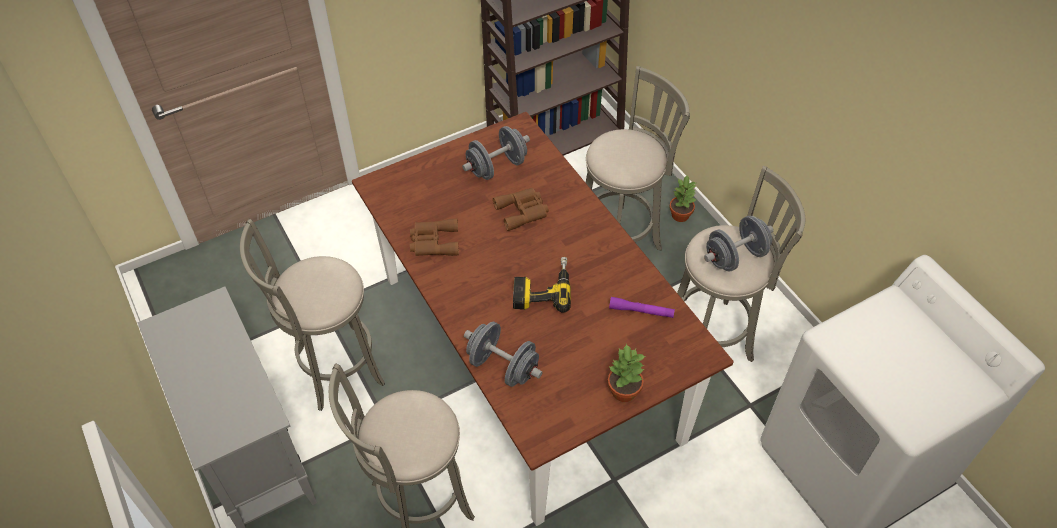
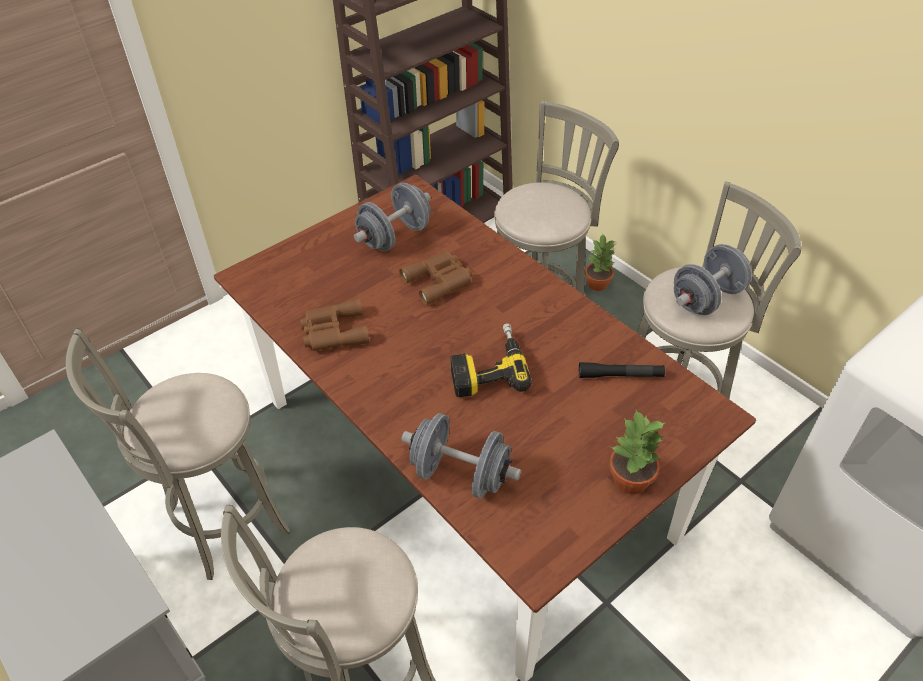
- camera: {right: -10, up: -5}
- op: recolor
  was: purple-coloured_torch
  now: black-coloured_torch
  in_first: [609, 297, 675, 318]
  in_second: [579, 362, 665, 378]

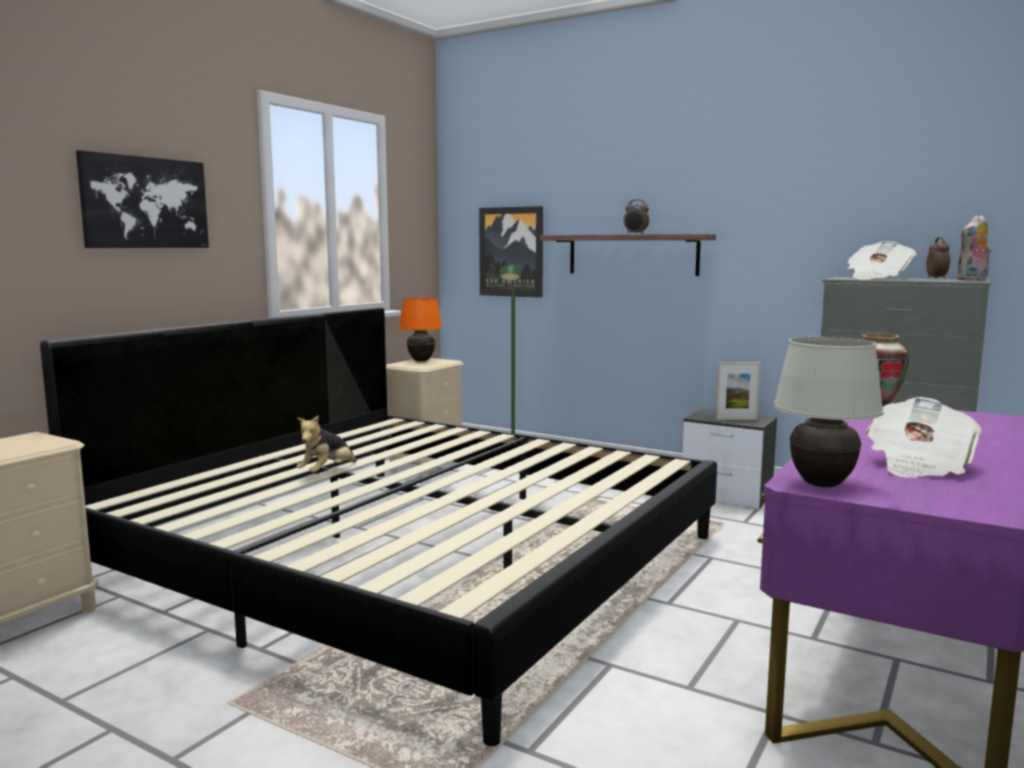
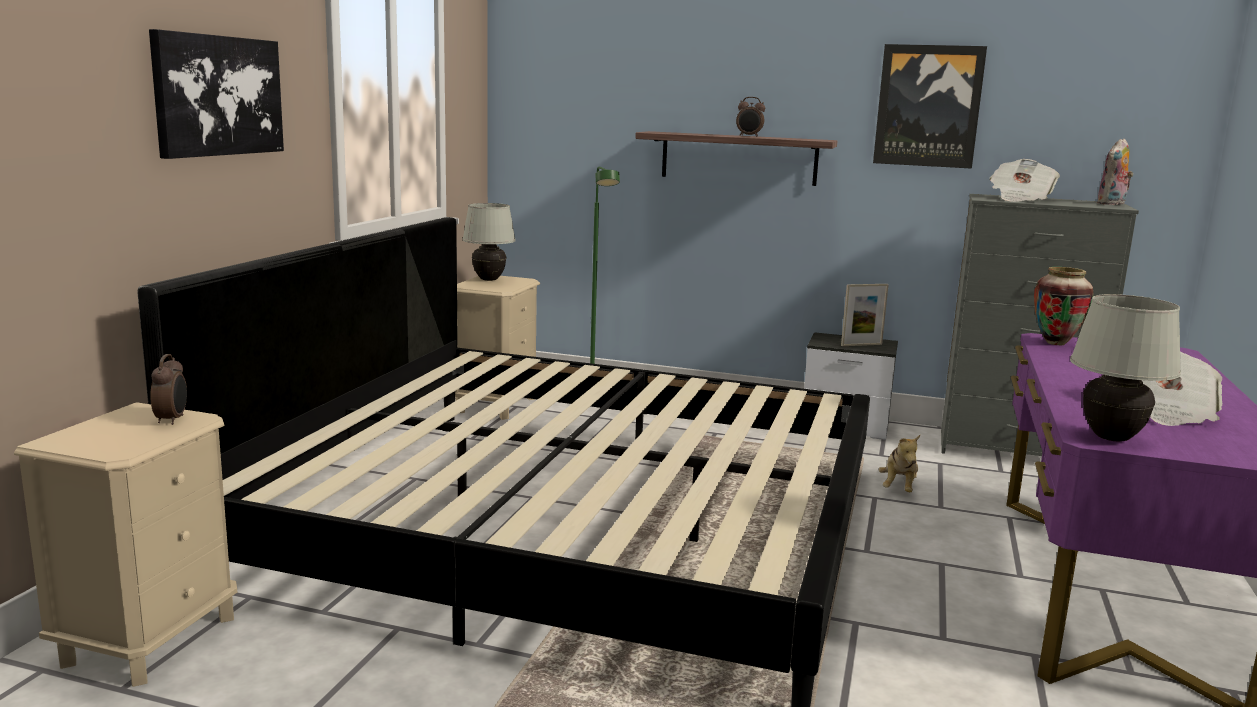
- camera: {right: -15, up: 5}
- op: move
  was: table_clock
  in_first: [926, 237, 950, 279]
  in_second: [150, 354, 187, 425]
- op: recolor
  was: orangey_lamp_for_a_table
  now: whitish_lamp_for_a_table
  in_first: [399, 298, 443, 361]
  in_second: [462, 203, 516, 281]
- op: move
  was: picture
  in_first: [479, 206, 543, 298]
  in_second: [873, 44, 987, 169]
- op: move
  was: cuddly_toy
  in_first: [296, 415, 356, 473]
  in_second: [879, 435, 920, 492]

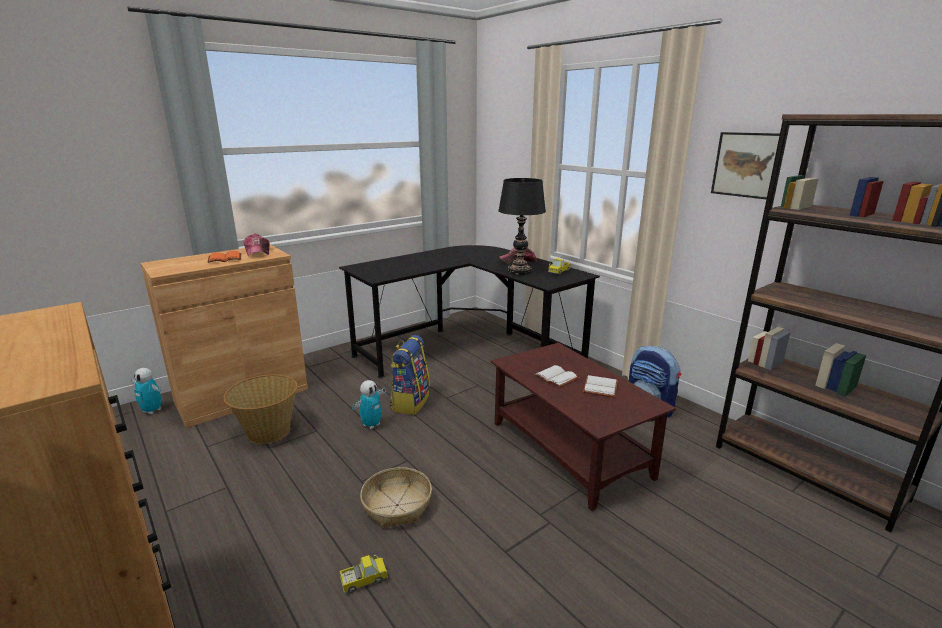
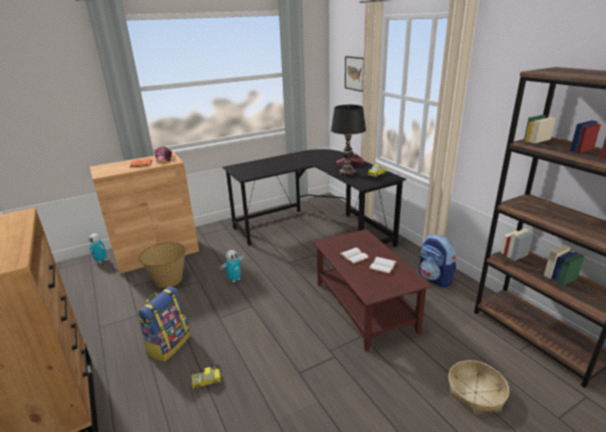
- camera: {right: 10, up: 5}
- op: move
  was: backpack
  in_first: [390, 335, 430, 415]
  in_second: [138, 286, 190, 362]
- op: move
  was: picture
  in_first: [711, 132, 780, 199]
  in_second: [345, 56, 364, 92]
- op: move
  was: household_basket
  in_first: [360, 467, 432, 528]
  in_second: [448, 360, 509, 413]

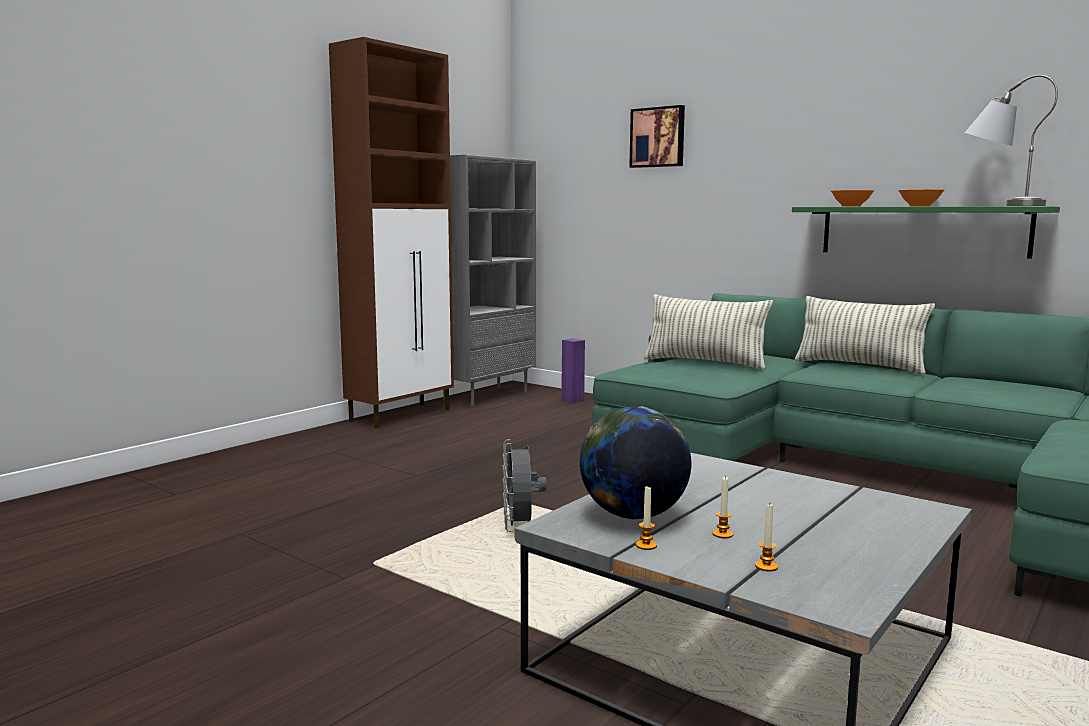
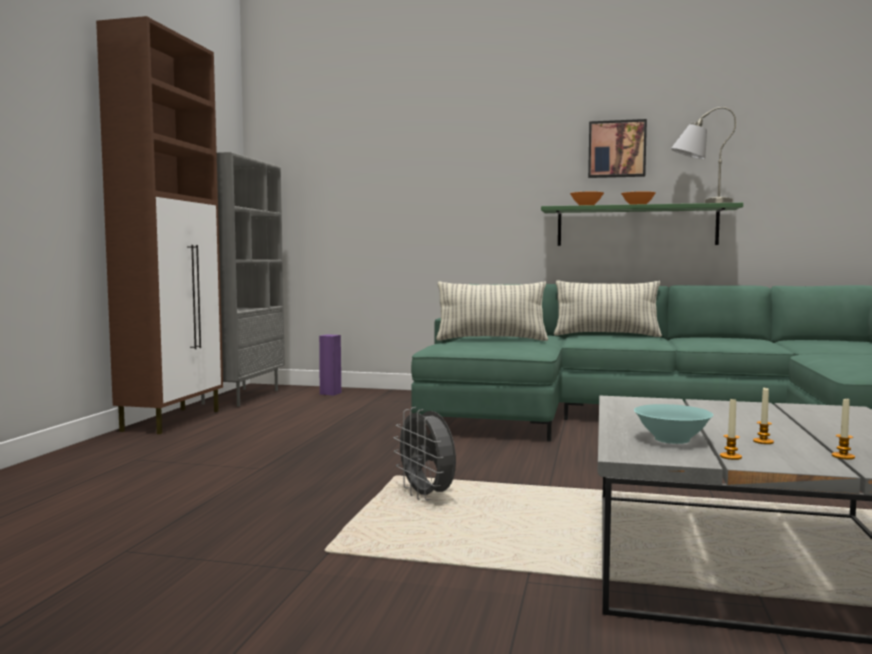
- camera: {right: -25, up: -5}
- op: move
  was: picture
  in_first: [629, 105, 685, 168]
  in_second: [588, 119, 647, 178]
- op: replace
  was: globe
  now: blue-green_serving_bowl
  in_first: [580, 406, 691, 520]
  in_second: [634, 404, 713, 444]

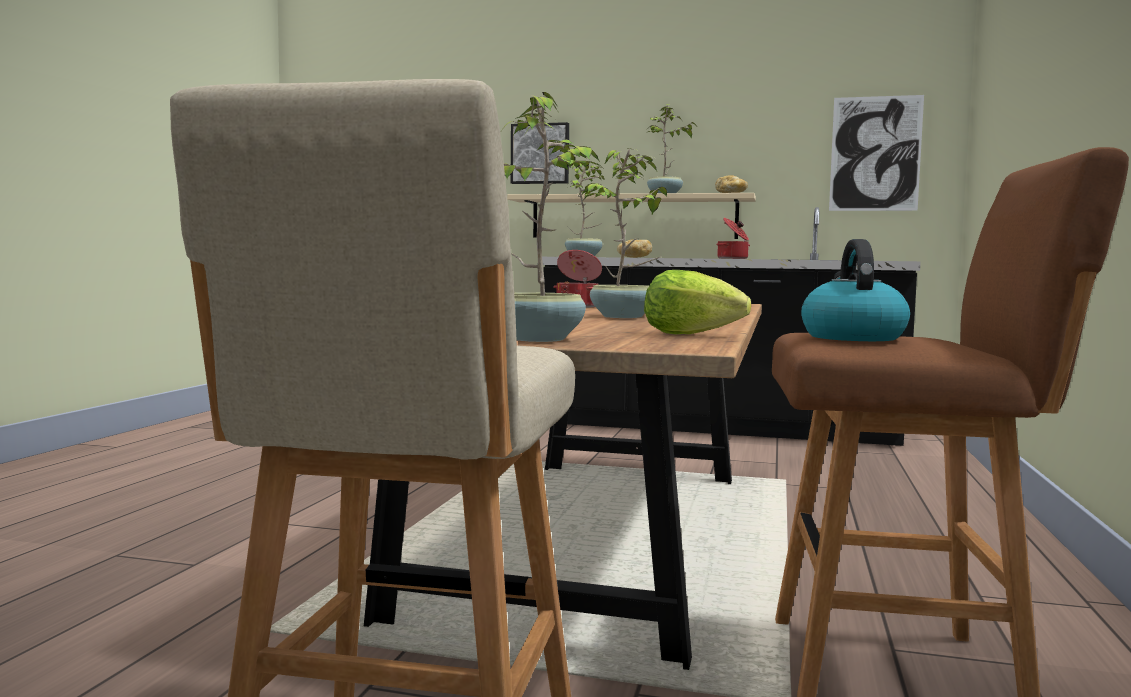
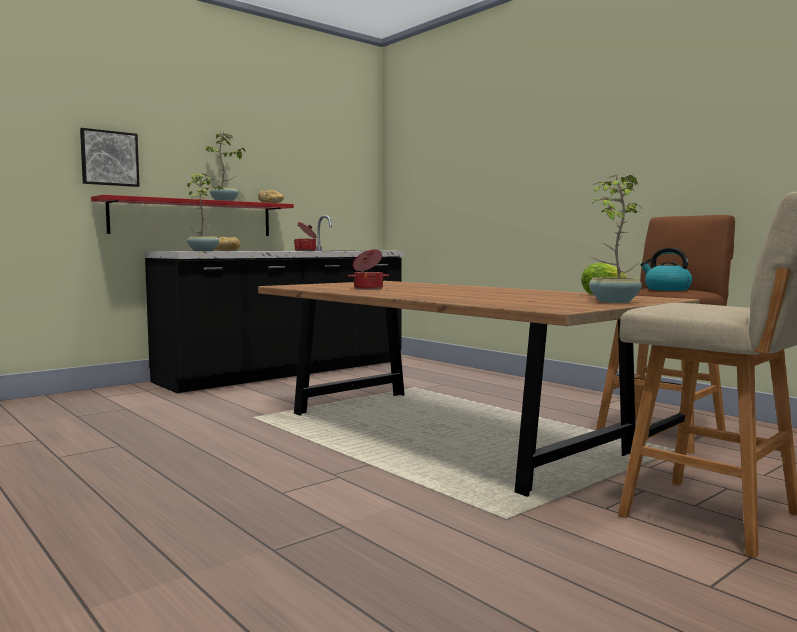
- camera: {right: -55, up: 0}
- op: recolor
  was: sand-coloured_bracket_shelf
  now: red_bracket_shelf
  in_first: [507, 193, 756, 239]
  in_second: [91, 195, 294, 236]
- op: delete
  was: plant_in_a_pot
  in_first: [584, 148, 667, 318]
- op: delete
  was: picture
  in_first: [829, 95, 924, 211]

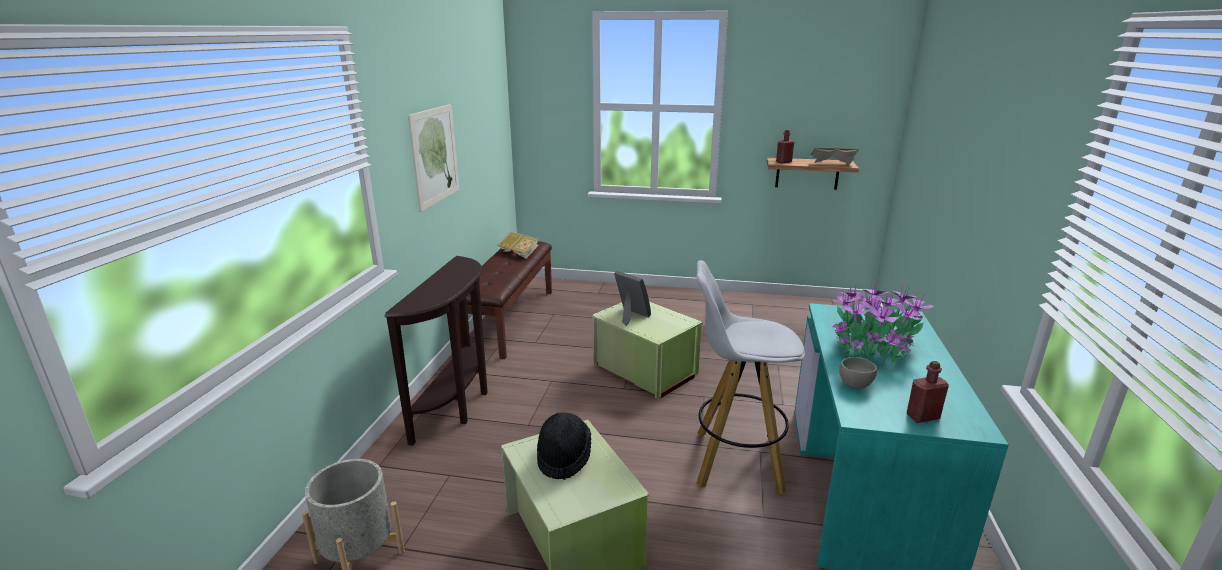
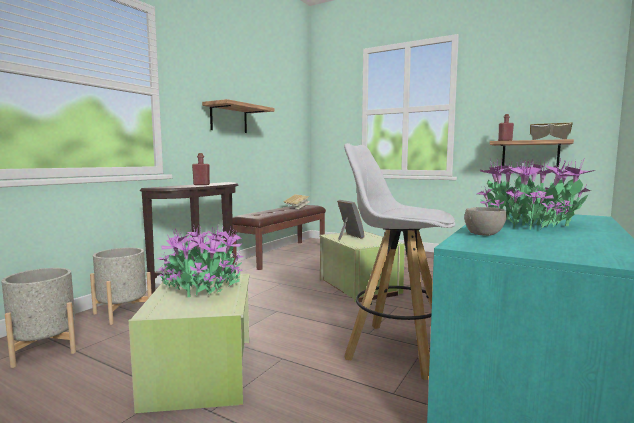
- camera: {right: 20, up: -15}
- op: insert
  now: gray_flower_pot
  in_second: [90, 248, 152, 325]
- op: replace
  was: black-coloured_wearable_hat
  now: plant_in_a_pot
  in_first: [537, 412, 591, 480]
  in_second: [157, 226, 243, 297]
- op: move
  was: red_beverage_bottle
  in_first: [907, 361, 949, 423]
  in_second: [192, 153, 210, 185]
- op: replace
  was: picture
  now: bracket_shelf
  in_first: [408, 104, 460, 212]
  in_second: [202, 99, 275, 133]

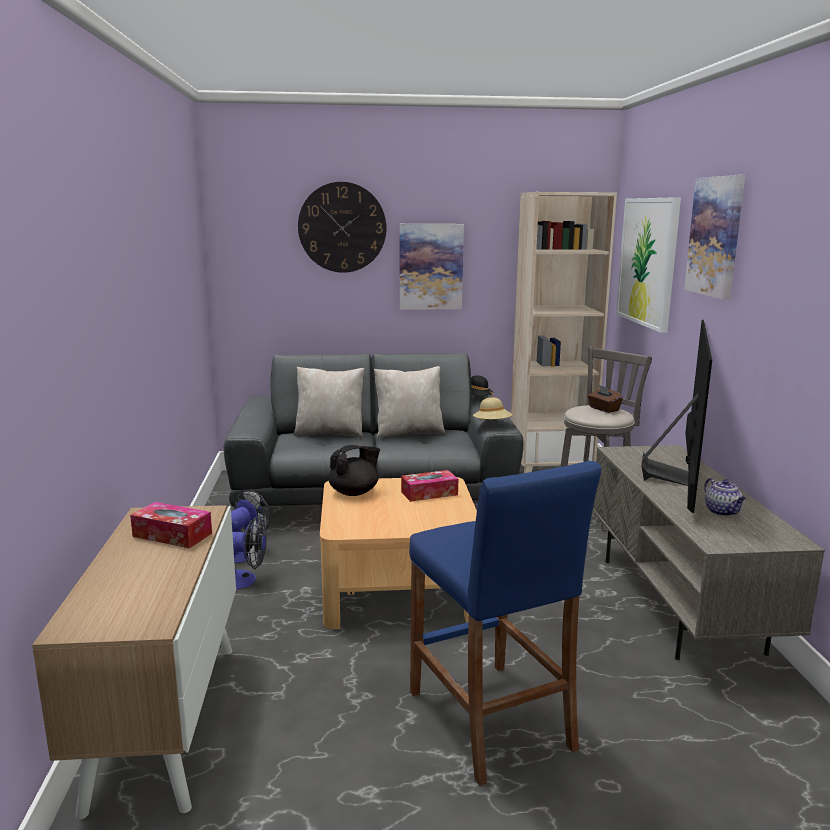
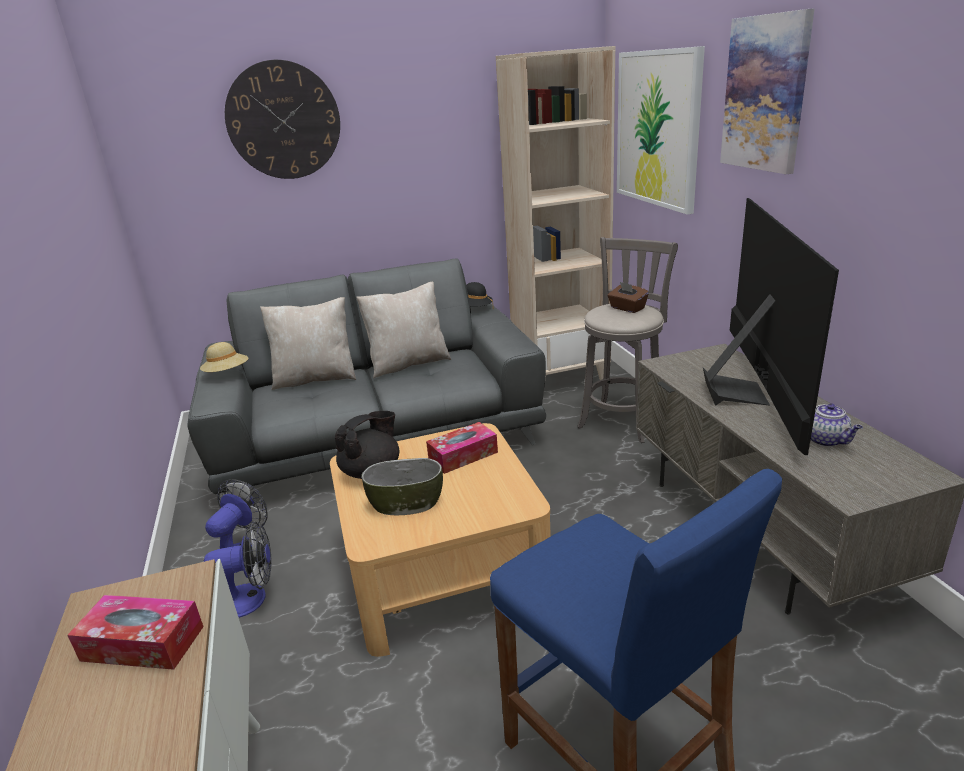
- camera: {right: -10, up: 10}
- op: move
  was: sand-coloured_wearable_hat
  in_first: [473, 397, 513, 420]
  in_second: [200, 342, 248, 372]
- op: insert
  now: serving_bowl
  in_second: [361, 458, 443, 515]
- op: delete
  was: picture
  in_first: [400, 224, 464, 310]

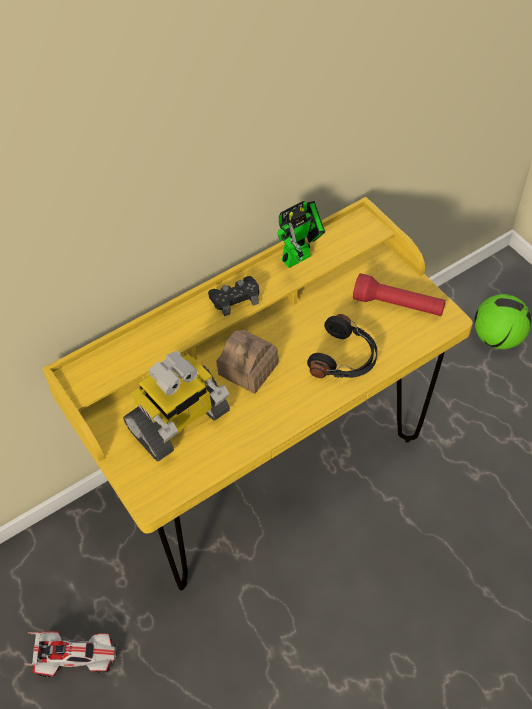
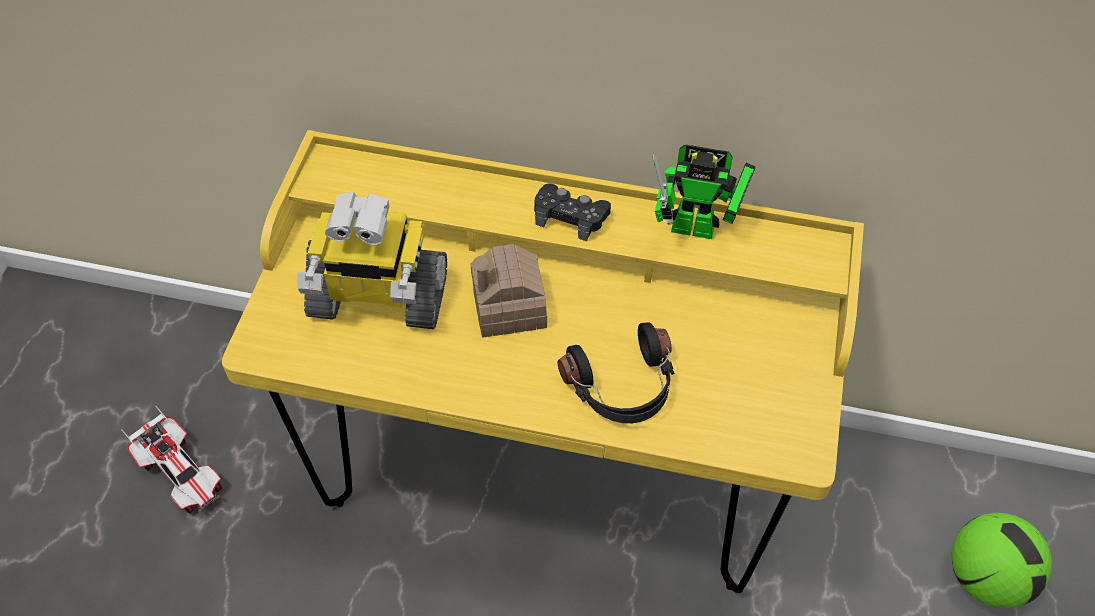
- camera: {right: 45, up: 0}
- op: delete
  was: red_torch
  in_first: [353, 273, 446, 316]

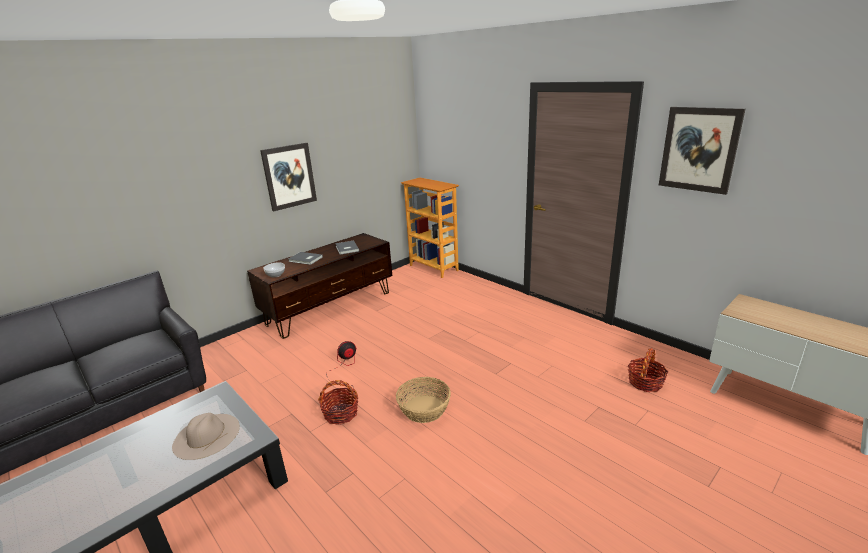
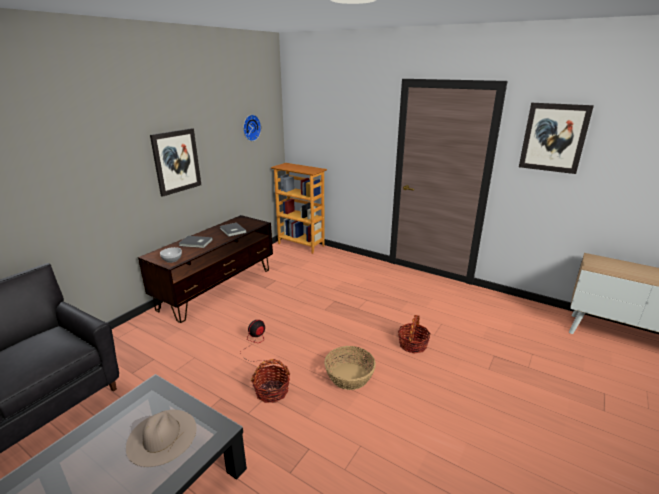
- camera: {right: -15, up: 0}
- op: insert
  now: hanging_clock
  in_second: [243, 115, 261, 141]
- op: move
  was: household_basket
  in_first: [628, 348, 668, 392]
  in_second: [398, 315, 431, 354]

